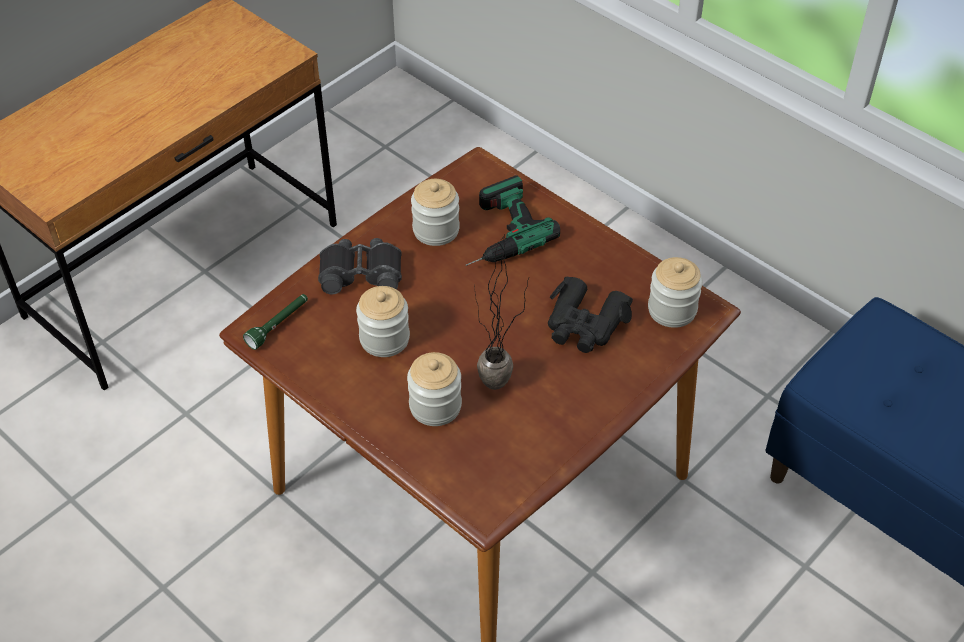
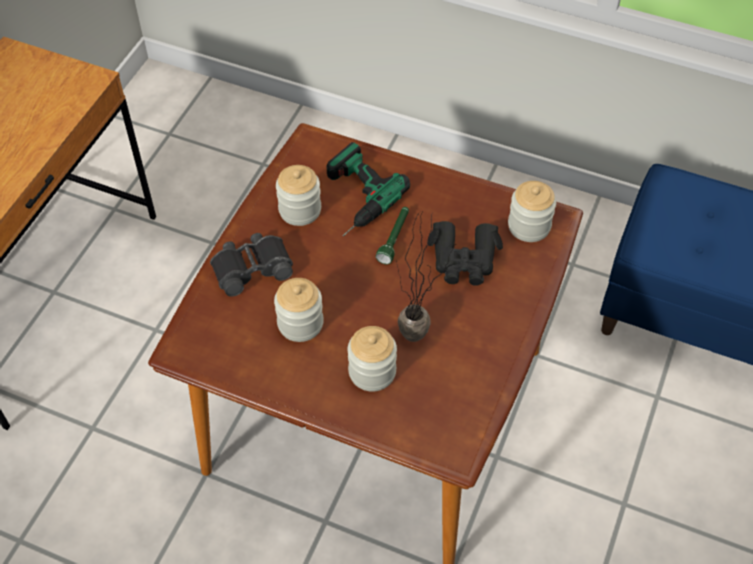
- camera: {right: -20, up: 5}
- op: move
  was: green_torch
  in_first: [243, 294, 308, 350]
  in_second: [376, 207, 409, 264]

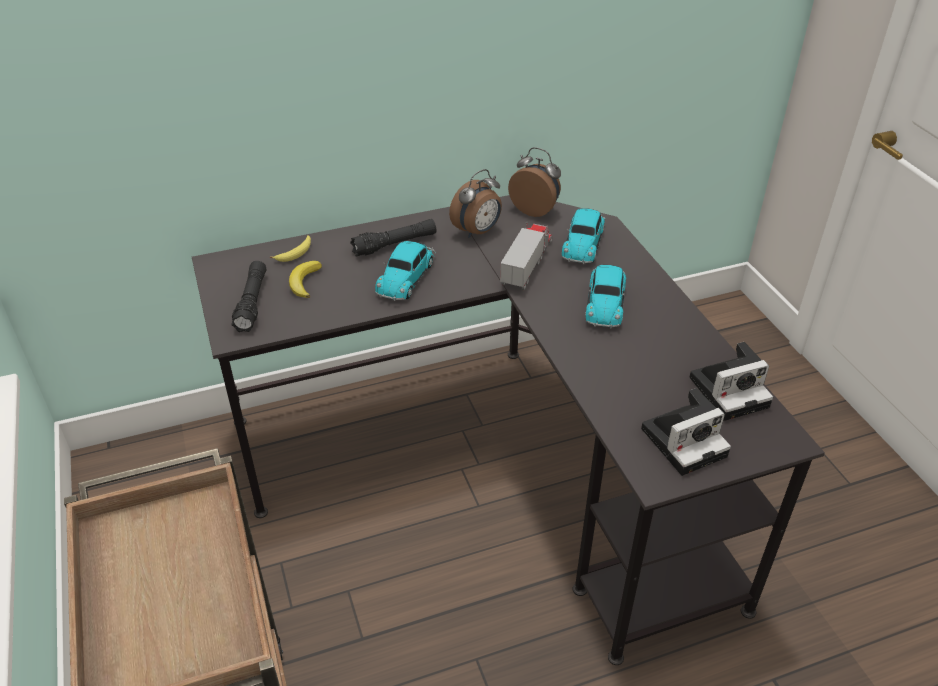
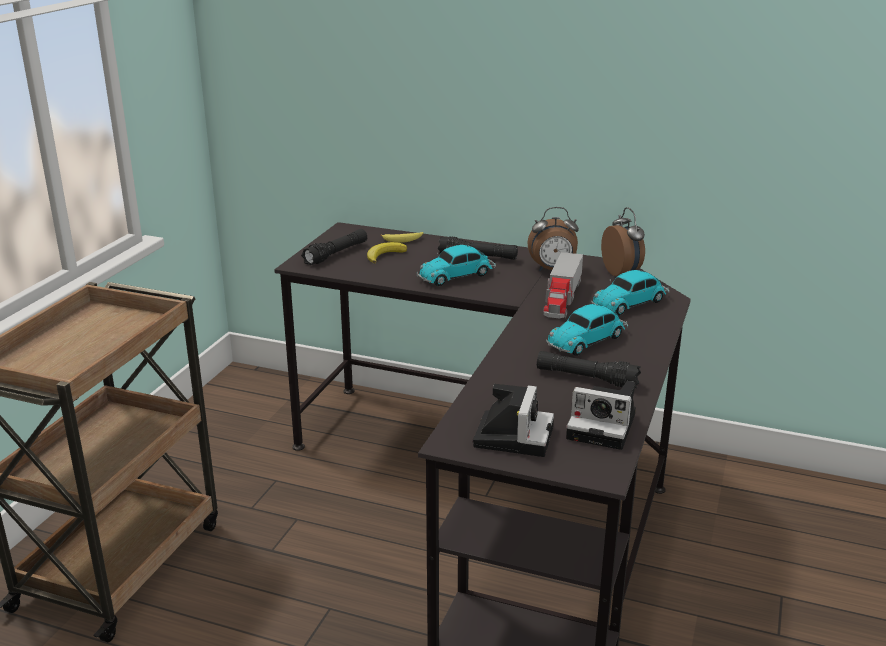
- camera: {right: 40, up: -15}
- op: rotate
  was: photo_camera
  in_first: [641, 388, 731, 476]
  in_second: [473, 384, 554, 457]
  clockwise: -90
- op: insert
  now: black-coloured_torch
  in_second: [537, 351, 641, 388]
- op: rotate
  was: toy_truck
  in_first: [500, 221, 552, 291]
  in_second: [543, 252, 583, 319]
  clockwise: 135

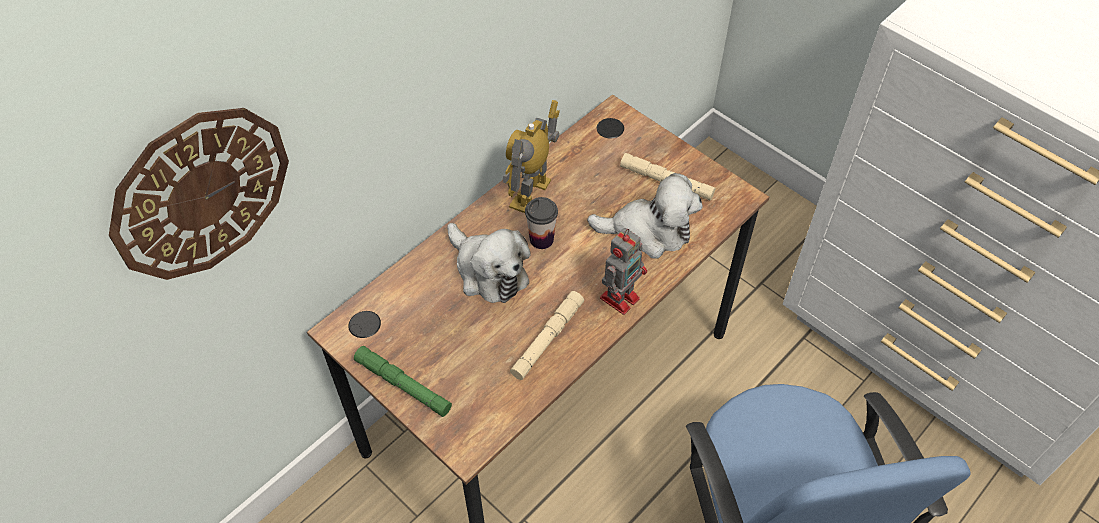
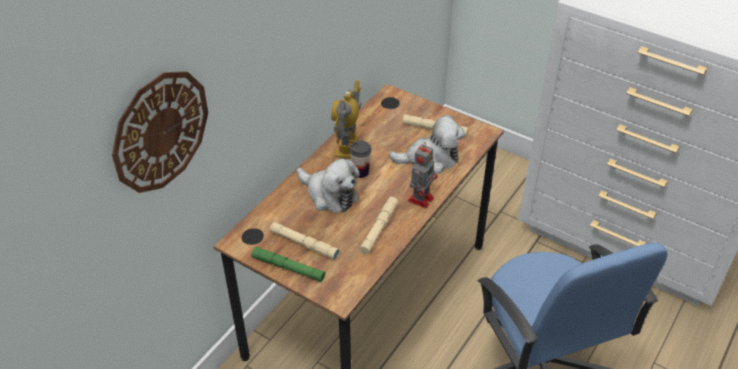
- camera: {right: -10, up: -10}
- op: insert
  now: sand-coloured_torch
  in_second: [270, 222, 339, 260]

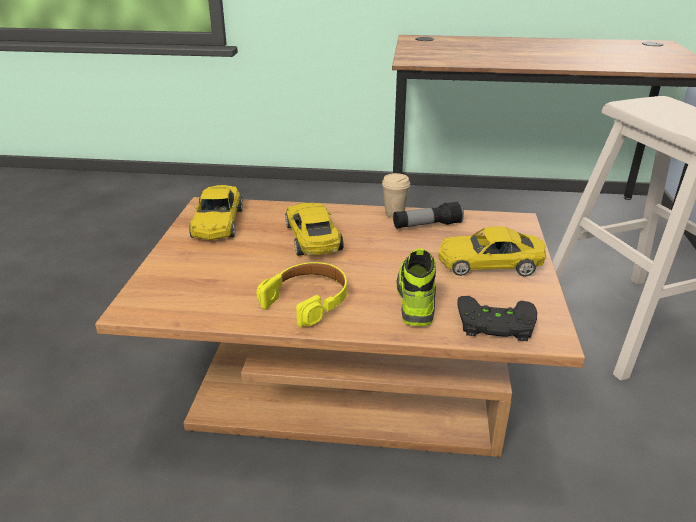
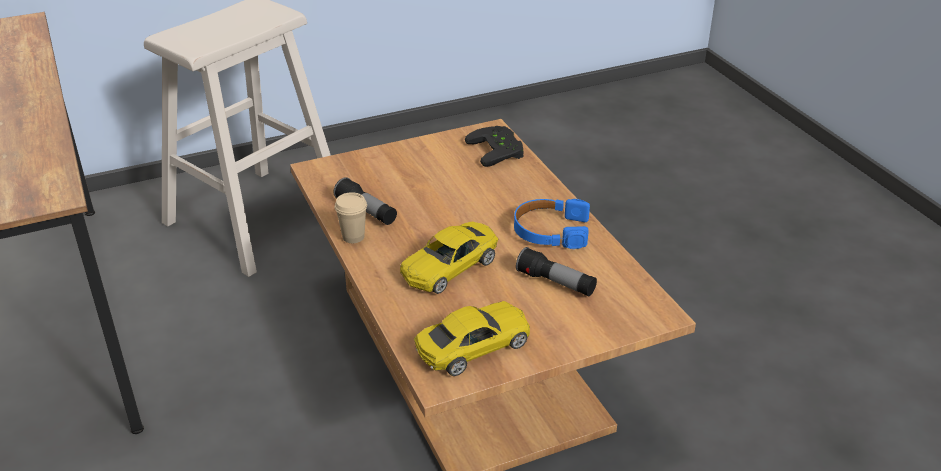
- camera: {right: -120, up: 5}
- op: recolor
  was: yellow_headset
  now: blue_headset
  in_first: [257, 262, 347, 327]
  in_second: [514, 199, 590, 249]
- op: insert
  now: torch
  in_second: [516, 247, 597, 296]
- op: delete
  was: shoe
  in_first: [397, 248, 436, 326]
- op: delete
  was: yellow_model_car
  in_first: [438, 226, 546, 277]

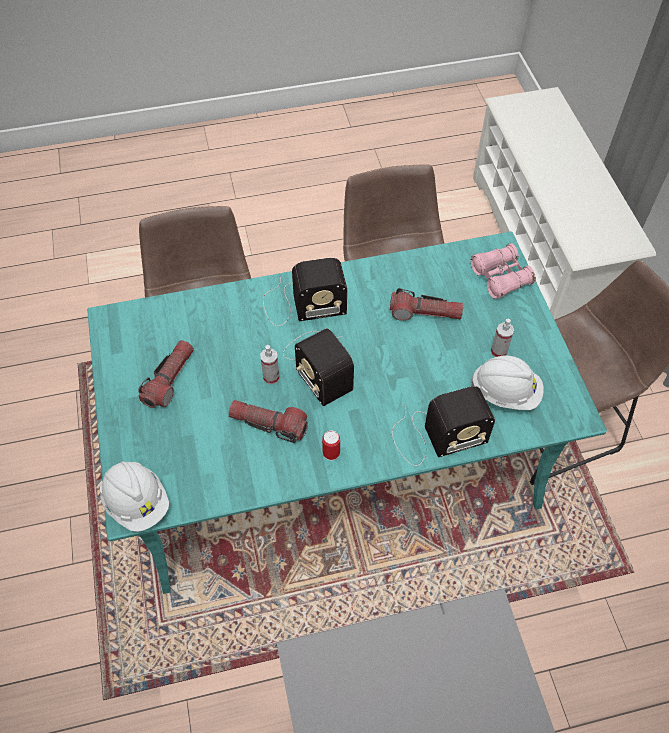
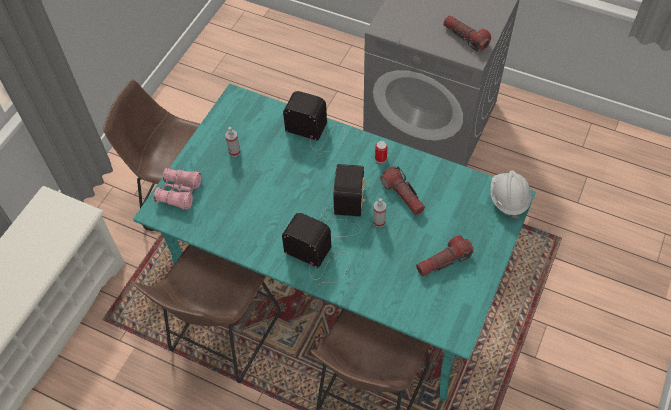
- camera: {right: -140, up: 0}
- op: move
  was: torch
  in_first: [390, 288, 463, 321]
  in_second: [443, 16, 491, 52]
- op: delete
  was: whitish_safety_helmet
  in_first: [471, 356, 544, 410]

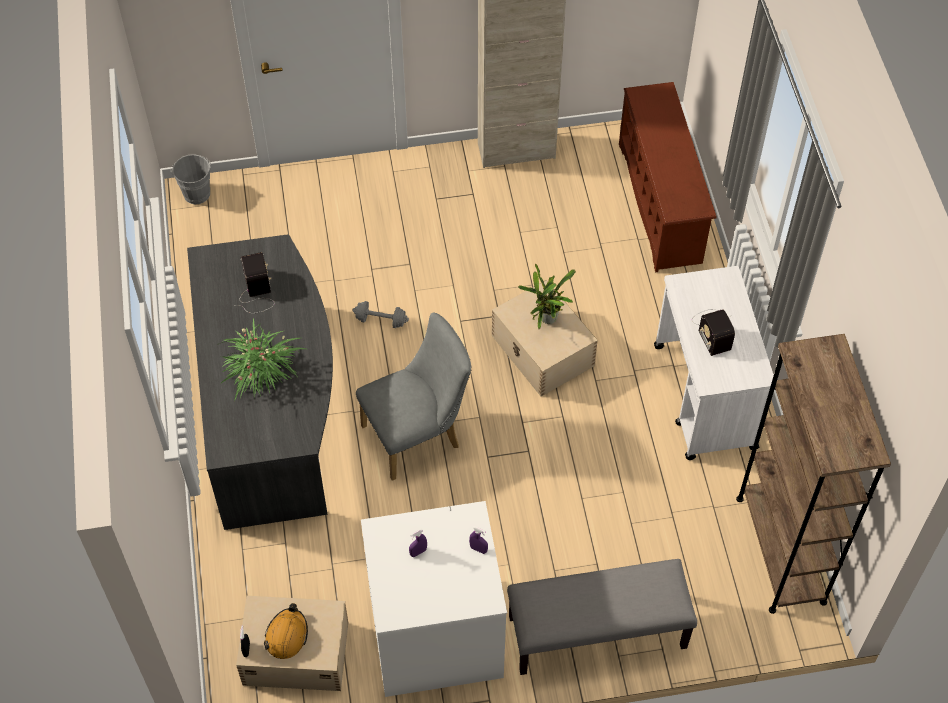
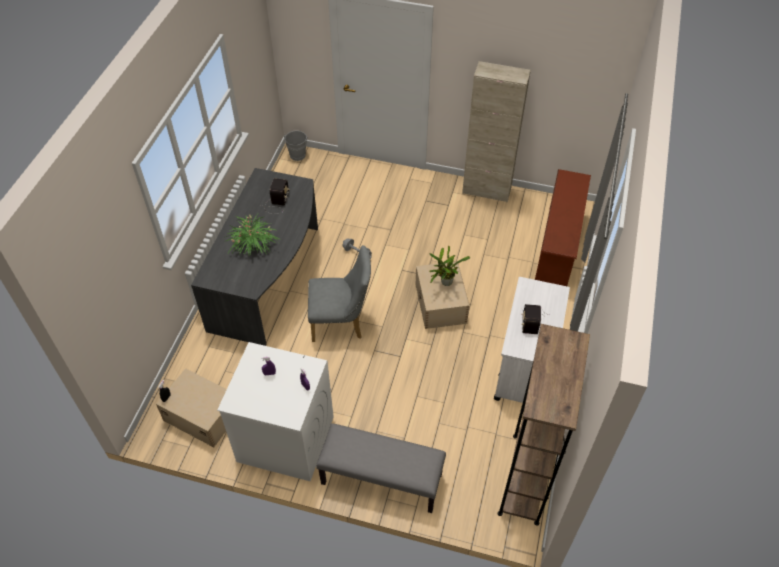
- camera: {right: 25, up: -5}
- op: delete
  was: orangey_safety_helmet
  in_first: [264, 603, 308, 659]

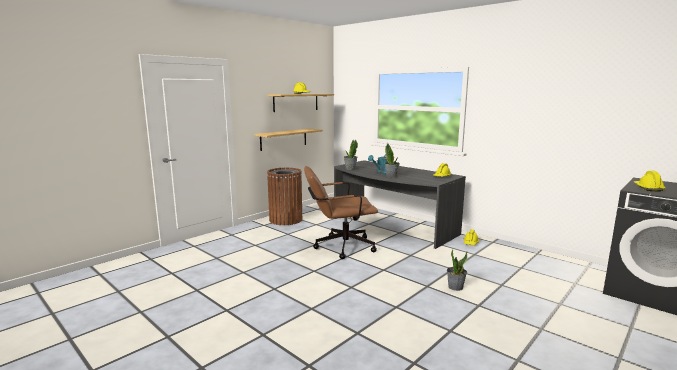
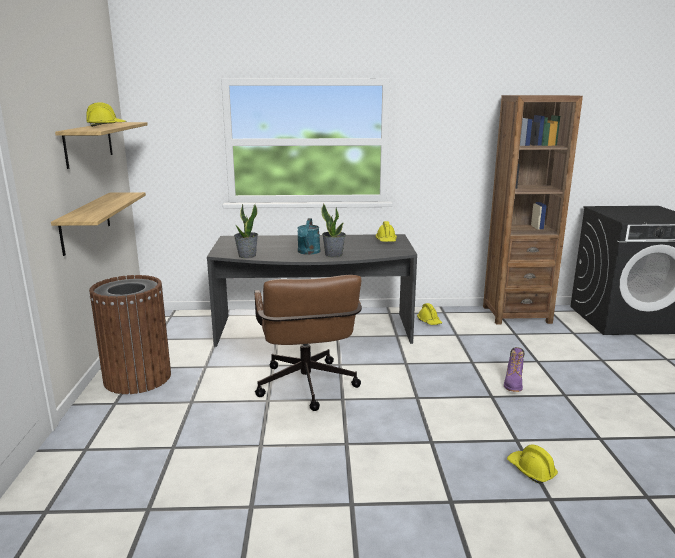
- camera: {right: -45, up: 5}
- op: rotate
  was: brown_desk_chair
  in_first: [304, 166, 378, 259]
  in_second: [255, 275, 362, 411]
  clockwise: -45
- op: insert
  now: brown_bookshelf
  in_second: [483, 95, 583, 325]
- op: replace
  was: plant_in_a_pot
  now: purple-coloured_high-top_boot
  in_first: [447, 249, 467, 291]
  in_second: [504, 347, 524, 392]
- op: move
  was: yellow_safety_helmet
  in_first: [634, 171, 666, 191]
  in_second: [507, 444, 558, 484]

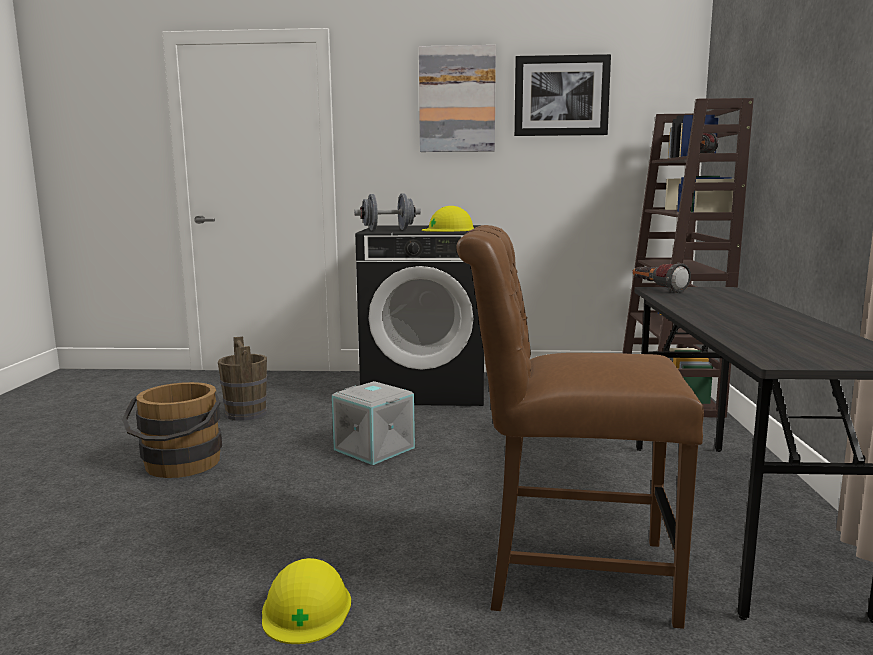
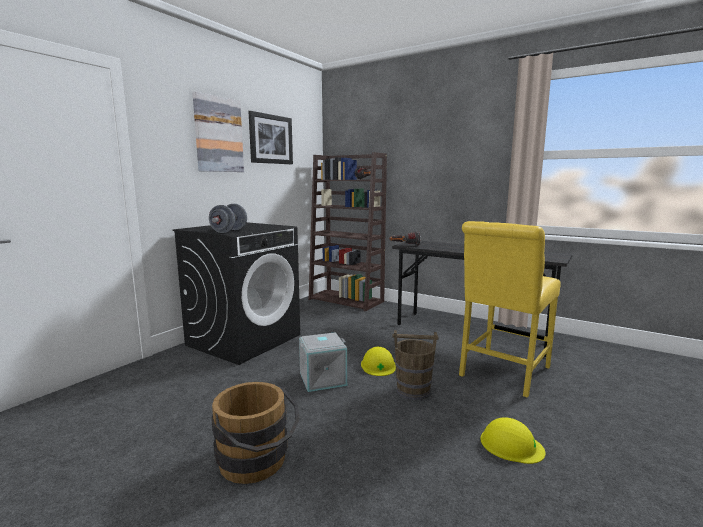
- camera: {right: -60, up: 0}
- op: move
  was: yellow_safety_helmet
  in_first: [422, 206, 474, 232]
  in_second: [361, 347, 396, 376]
- op: move
  was: brown_water_bucket
  in_first: [218, 336, 267, 420]
  in_second: [393, 330, 438, 400]
- op: recolor
  was: brown_plain_chair
  now: yellow_plain_chair
  in_first: [456, 225, 704, 629]
  in_second: [459, 221, 561, 398]

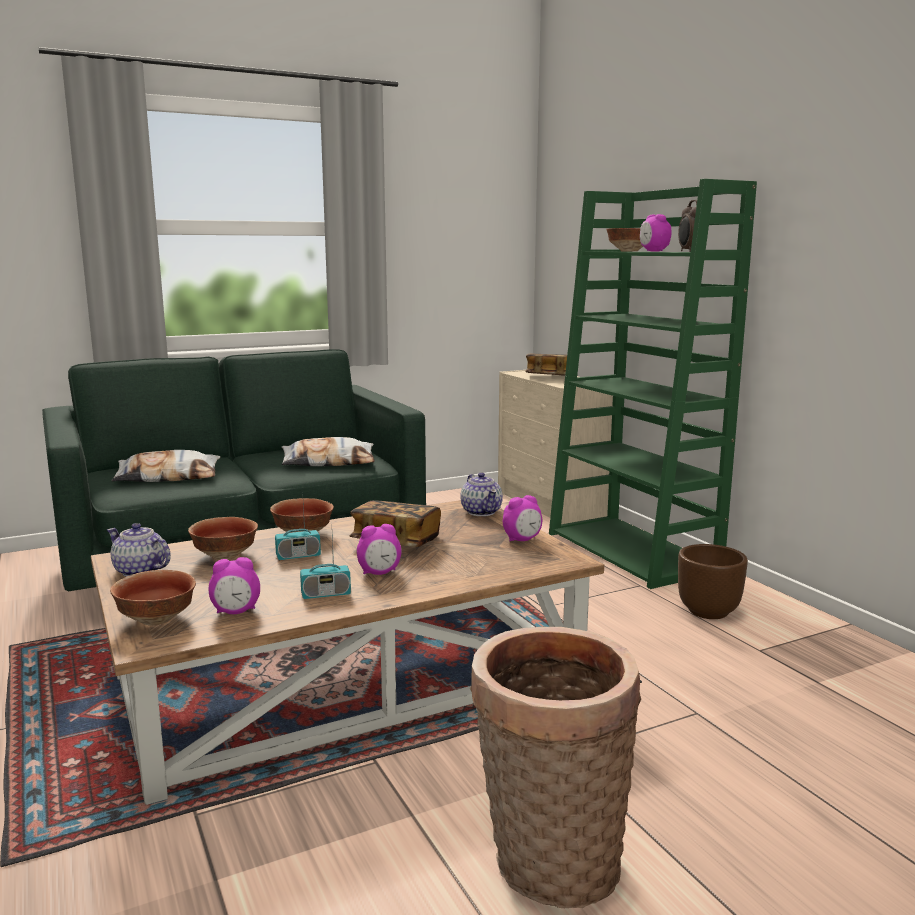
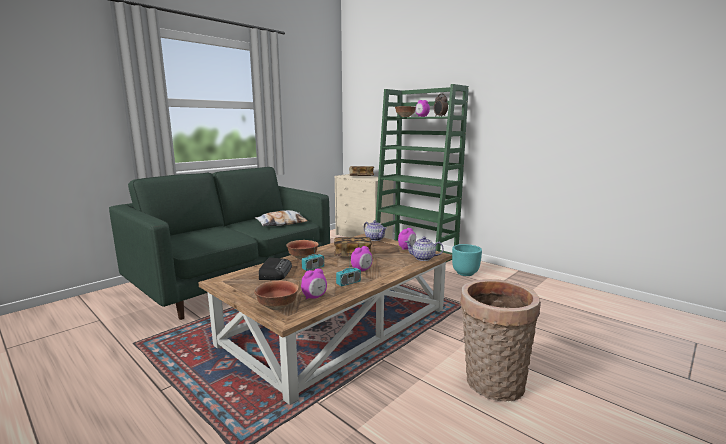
- camera: {right: -20, up: 0}
- op: replace
  was: serving_bowl
  now: radio_receiver
  in_first: [188, 517, 258, 560]
  in_second: [259, 257, 292, 280]
- op: move
  was: teapot
  in_first: [107, 523, 171, 577]
  in_second: [405, 237, 444, 261]
- op: recolor
  was: brown_flower_pot
  now: blue-green_flower_pot
  in_first: [678, 544, 748, 619]
  in_second: [452, 244, 482, 276]
- op: delete
  was: throw_pillow
  in_first: [111, 450, 220, 482]

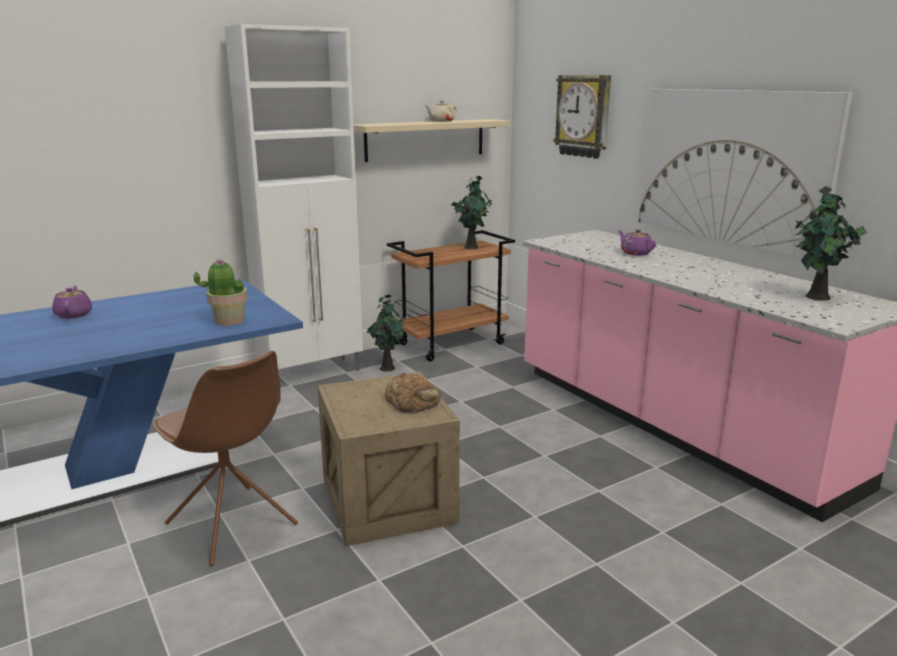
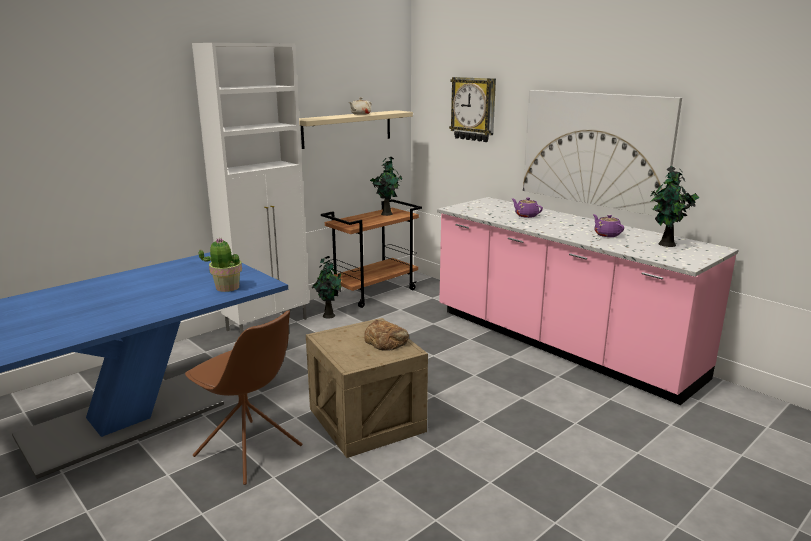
- camera: {right: -10, up: 0}
- op: move
  was: purple-coloured_teapot
  in_first: [52, 286, 92, 319]
  in_second: [593, 214, 624, 237]

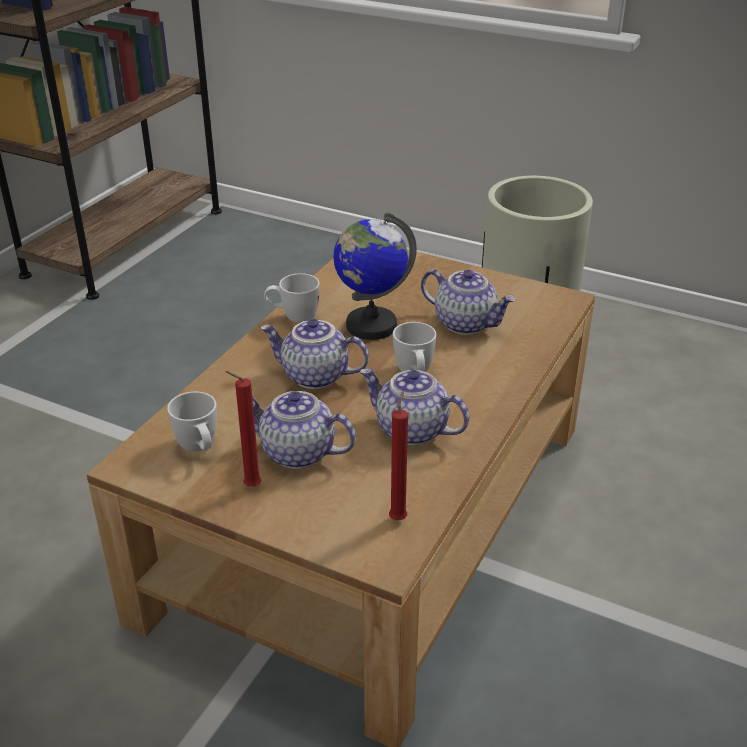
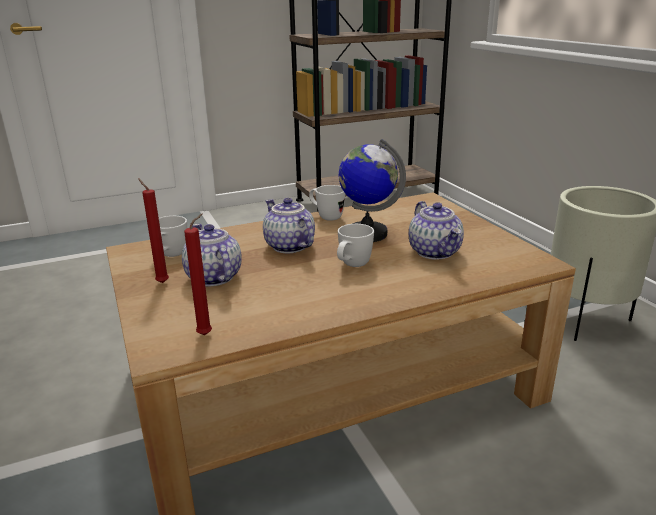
- camera: {right: 40, up: -10}
- op: delete
  was: teapot
  in_first: [360, 368, 470, 446]

